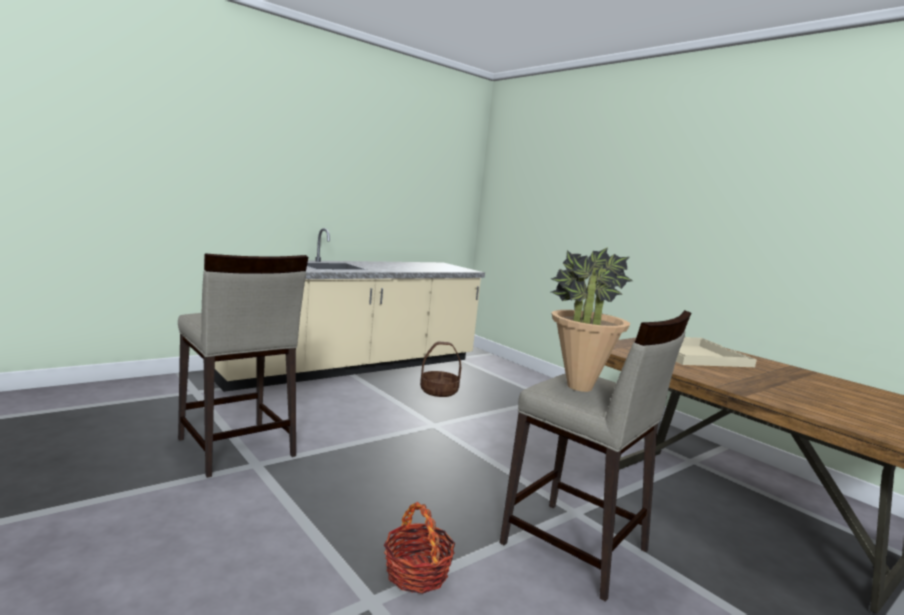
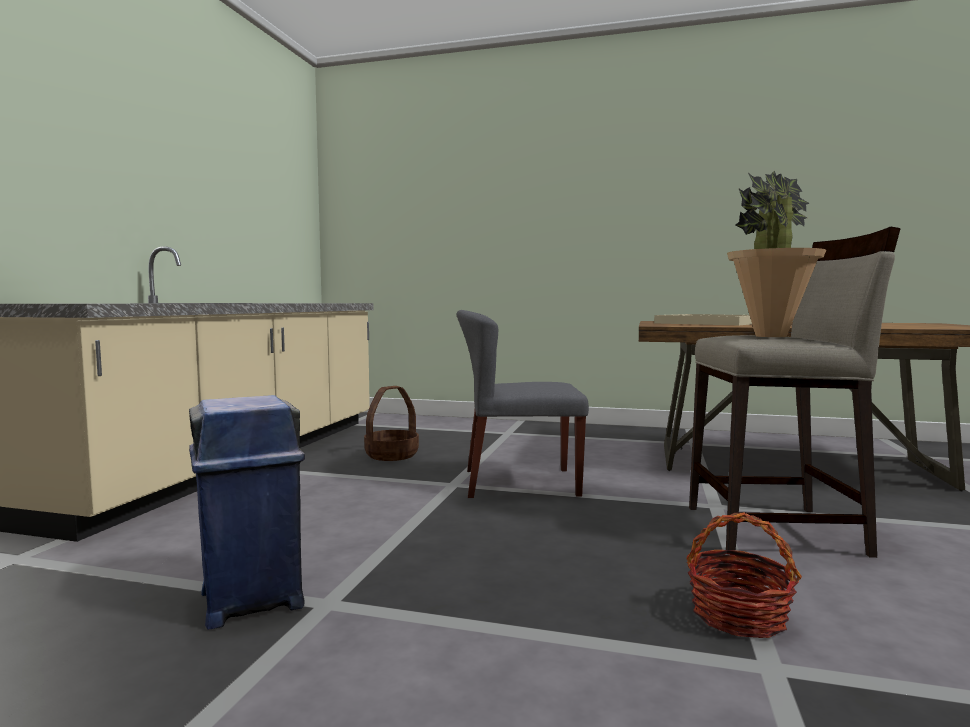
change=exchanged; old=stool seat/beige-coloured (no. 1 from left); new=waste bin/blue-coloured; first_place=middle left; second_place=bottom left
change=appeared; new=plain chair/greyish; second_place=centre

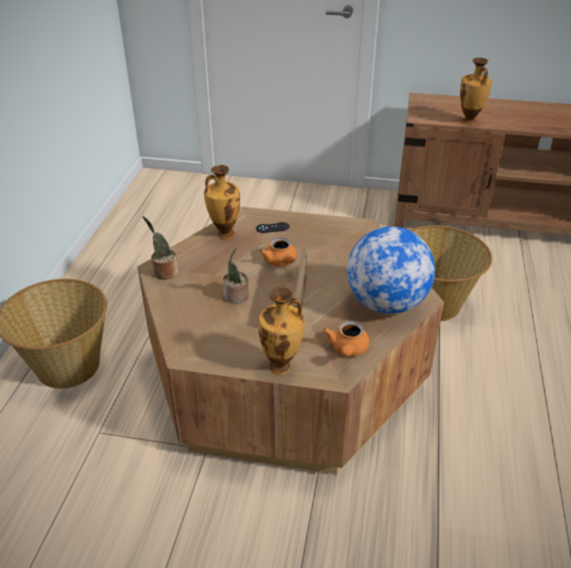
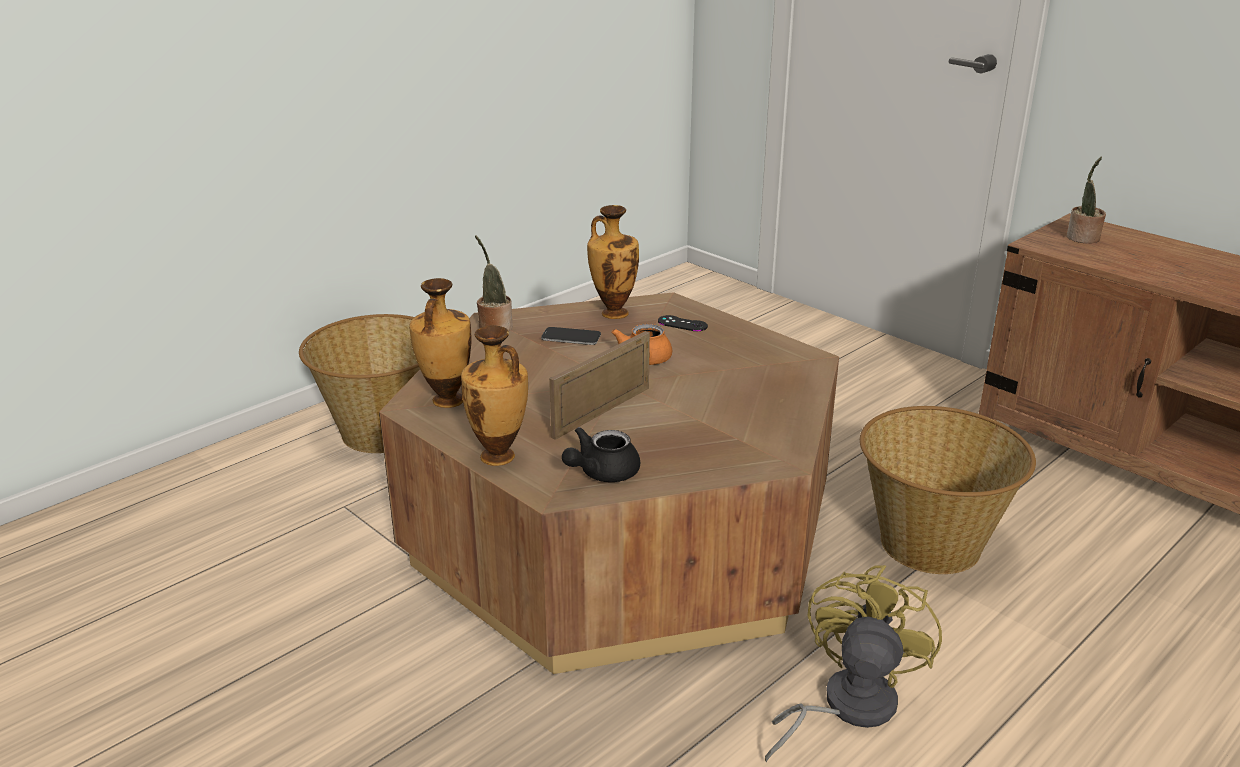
change=relocated; old=vase (no. 3 from left in the first image); new=vase (no. 1 from left); first_place=top right; second_place=centre
change=appeared; new=telephone; second_place=centre
change=colour; old=pot for tea/orangey (no. 2 from left); new=pot for tea/black-coloured; first_place=centre; second_place=centre
change=appeared; new=cooling fan/yellow; second_place=bottom right
change=relocated; old=plant in a pot (no. 2 from left); first_place=centre; second_place=top right
change=missing; old=desk globe; first_place=middle right

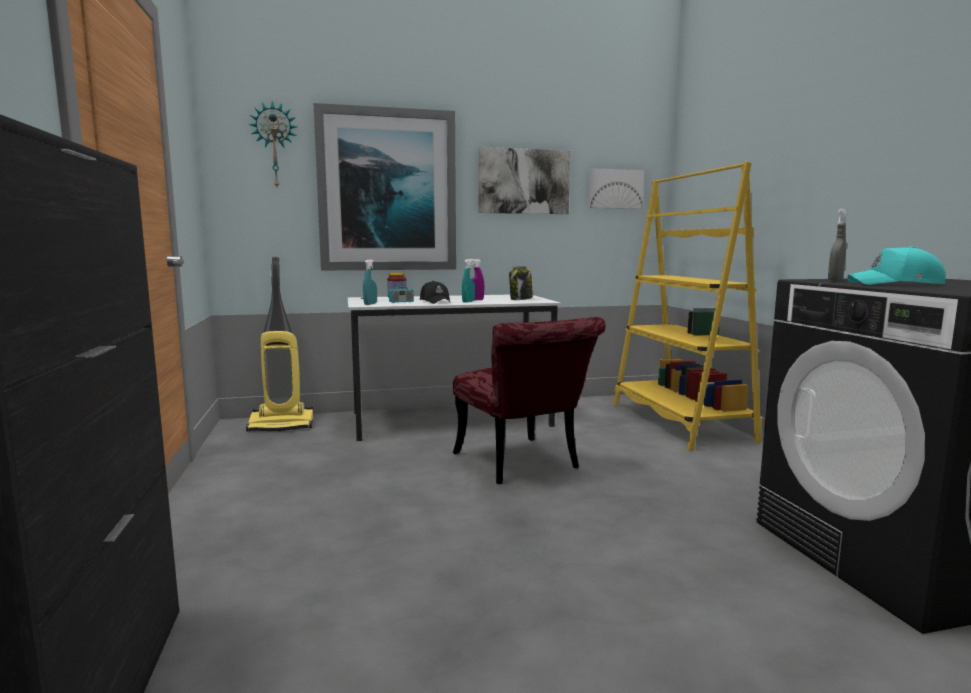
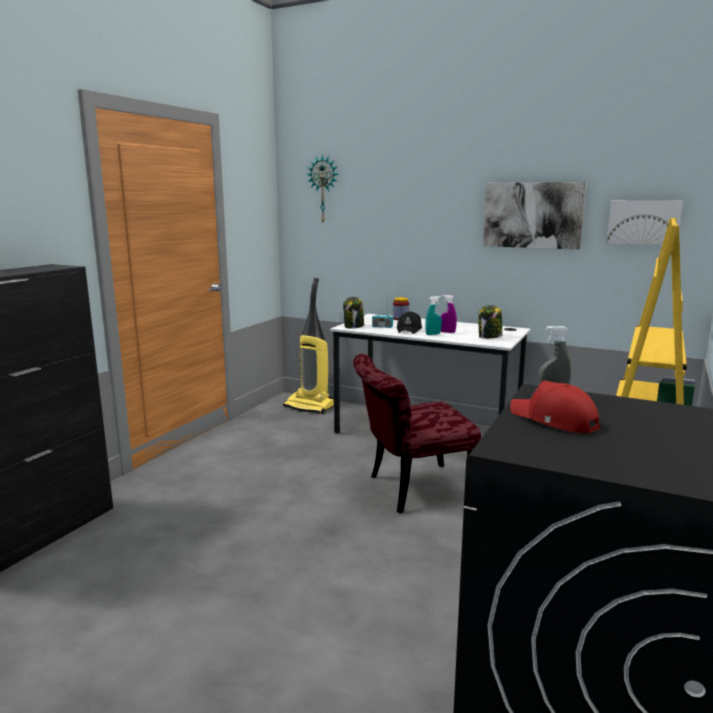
change=exchanged; old=spray bottle/turquoise-coloured (no. 1 from left); new=storage jar (no. 1 from left); first_place=centre; second_place=centre
change=spun; old=plain chair/red; first_place=centre; second_place=centre; degrees=60
change=colour; old=peaked cap/turquoise-coloured; new=peaked cap/red; first_place=middle right; second_place=middle right
change=missing; old=wall art (no. 1 from left); first_place=top centre

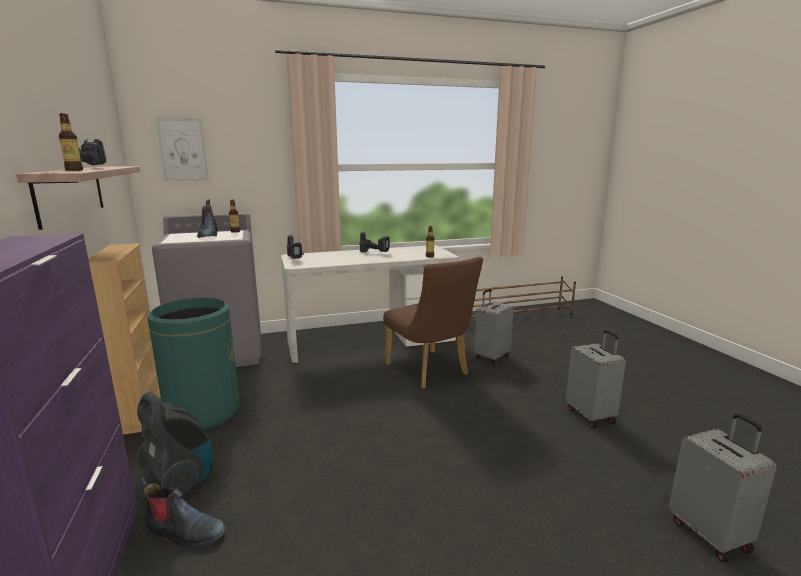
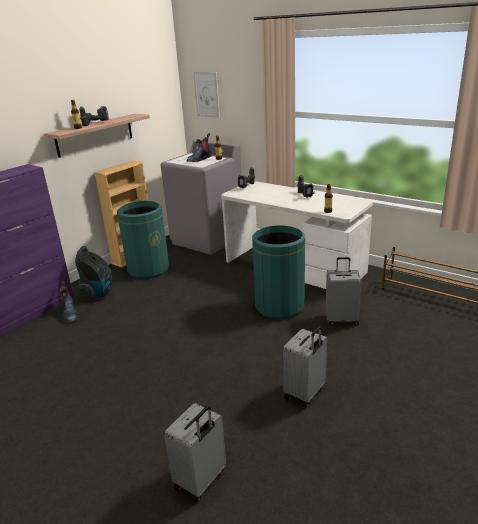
change=exchanged; old=plain chair/brown-coloured; new=waste bin/greenish (no. 2 from left); first_place=centre; second_place=centre

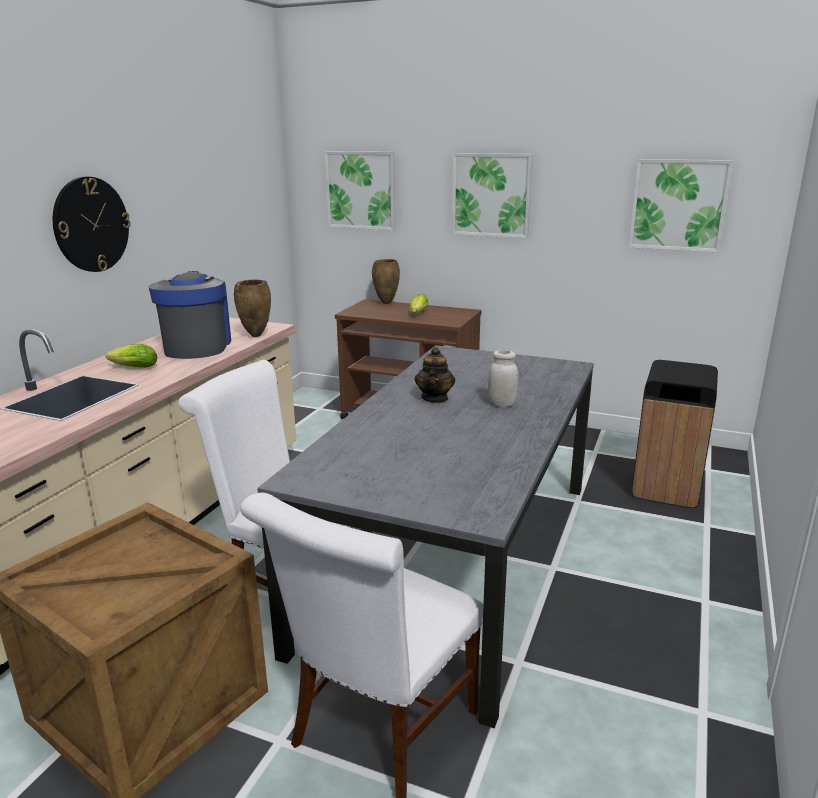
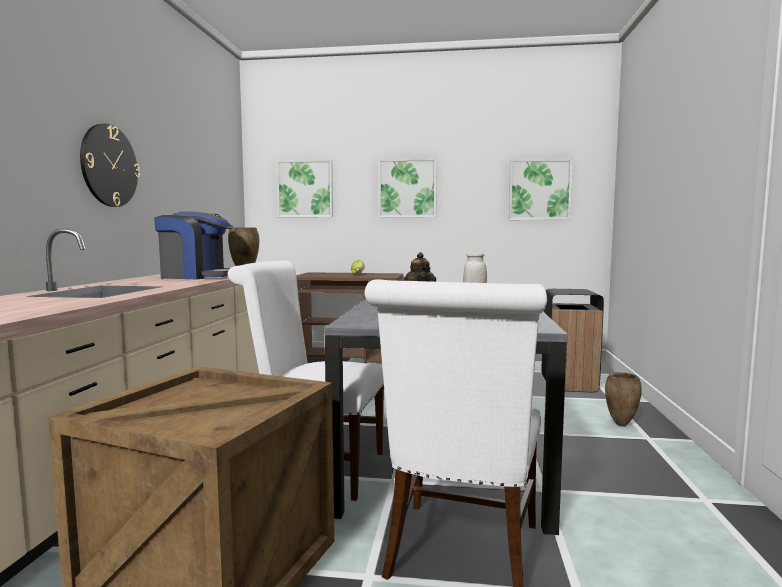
change=spun; old=coffee maker; first_place=middle left; second_place=middle left; degrees=120
change=relocated; old=vase/brown-coloured (no. 2 from left); first_place=centre; second_place=bottom right
change=missing; old=lettuce (no. 1 from left); first_place=middle left

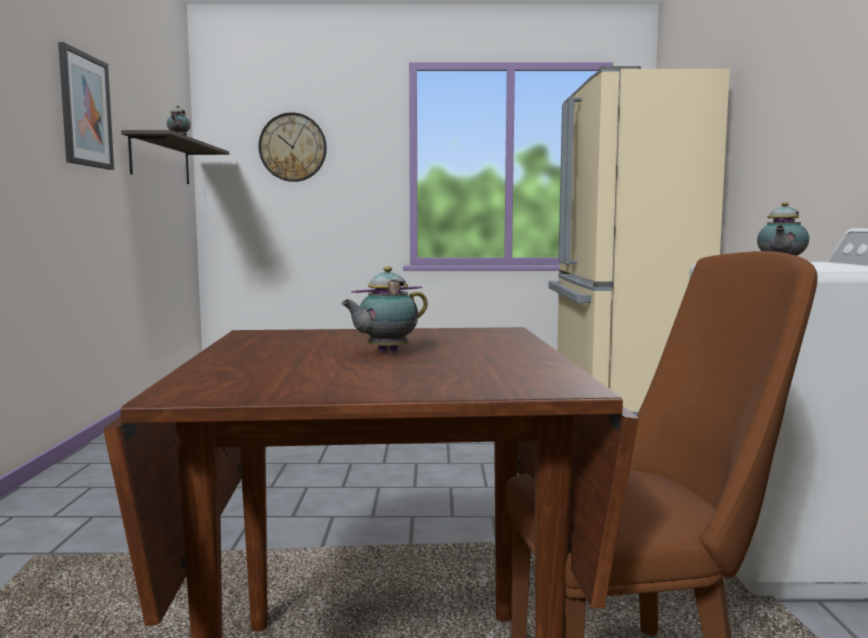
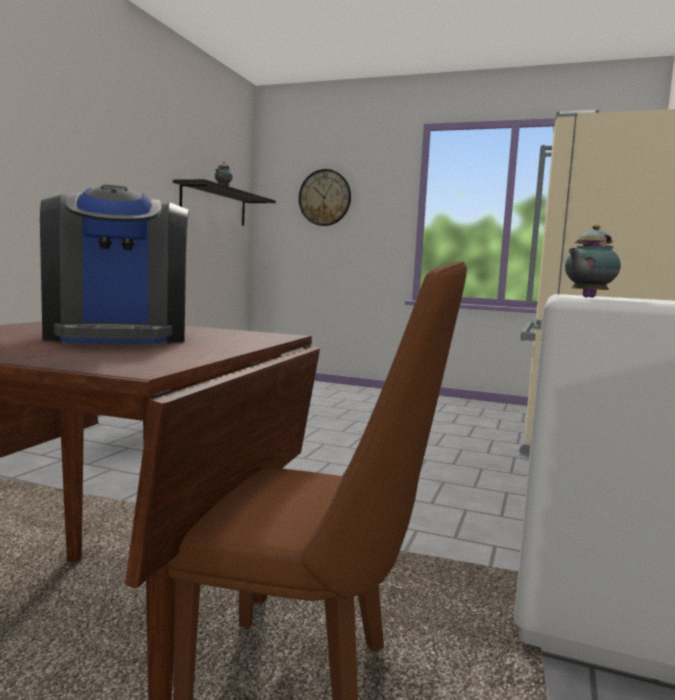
change=exchanged; old=pot for tea (no. 2 from left); new=coffee maker; first_place=centre; second_place=middle left
change=missing; old=wall art; first_place=top left

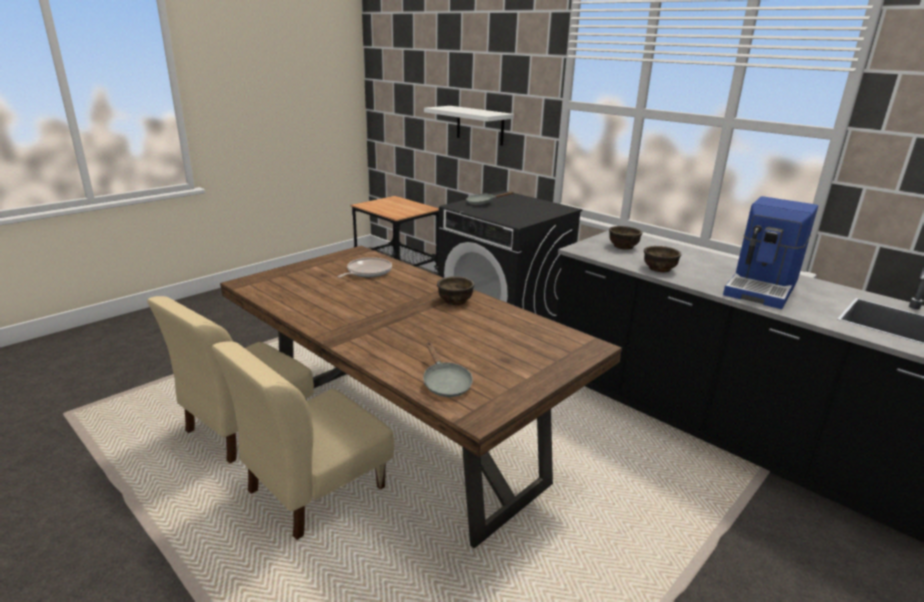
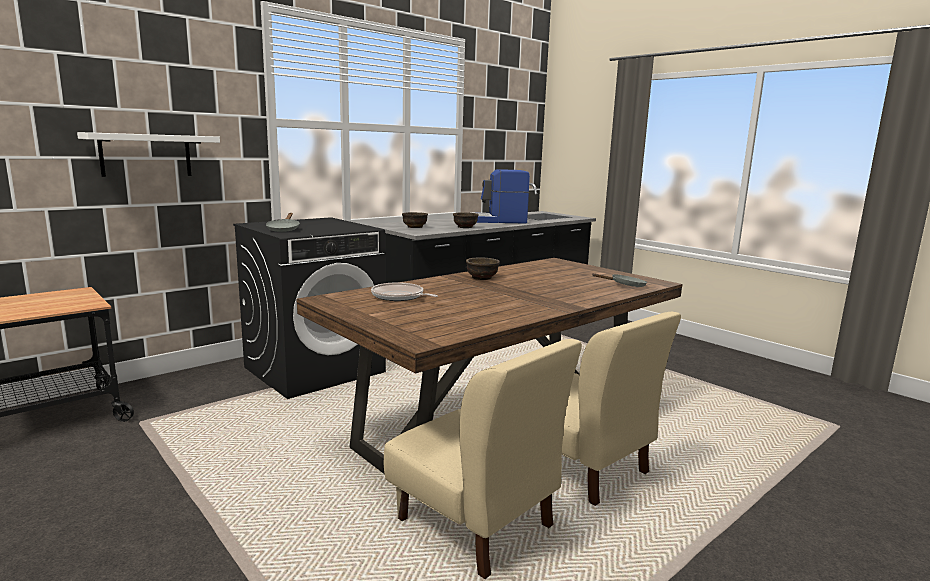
change=spun; old=coffee maker; first_place=middle right; second_place=centre; degrees=135

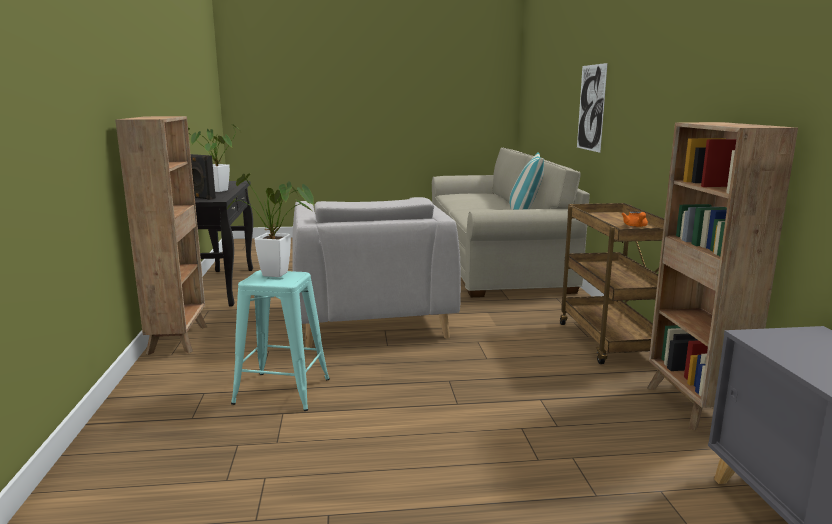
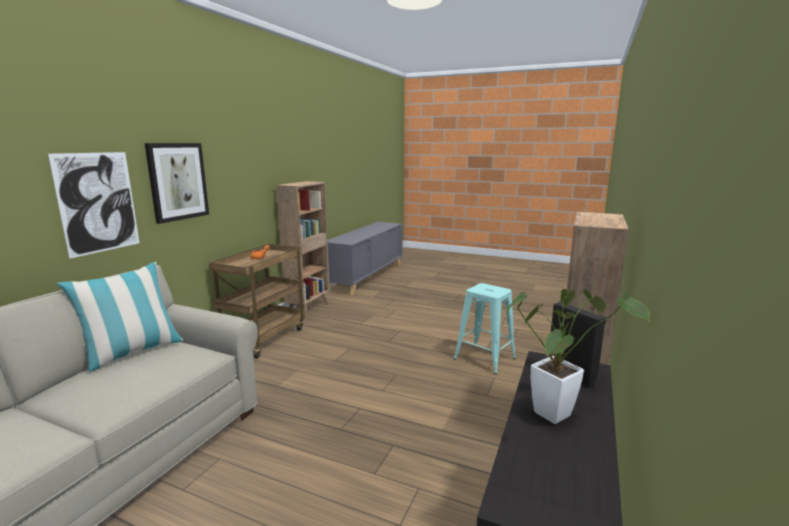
change=appeared; new=wall art (no. 2 from left); second_place=middle left
change=missing; old=plant in a pot (no. 2 from left); first_place=middle left
change=missing; old=armchair/greyish; first_place=centre

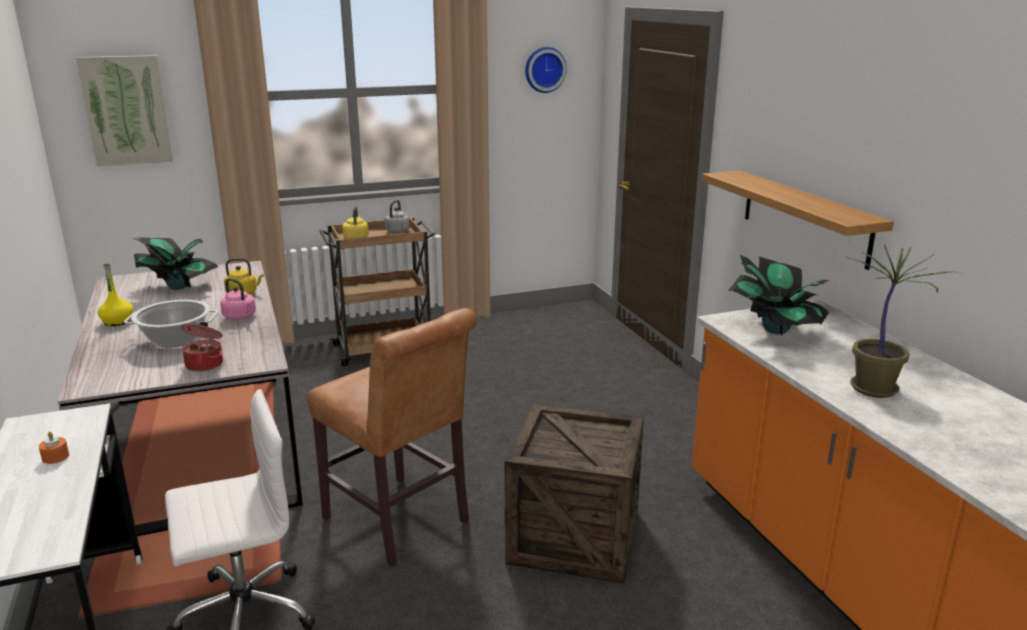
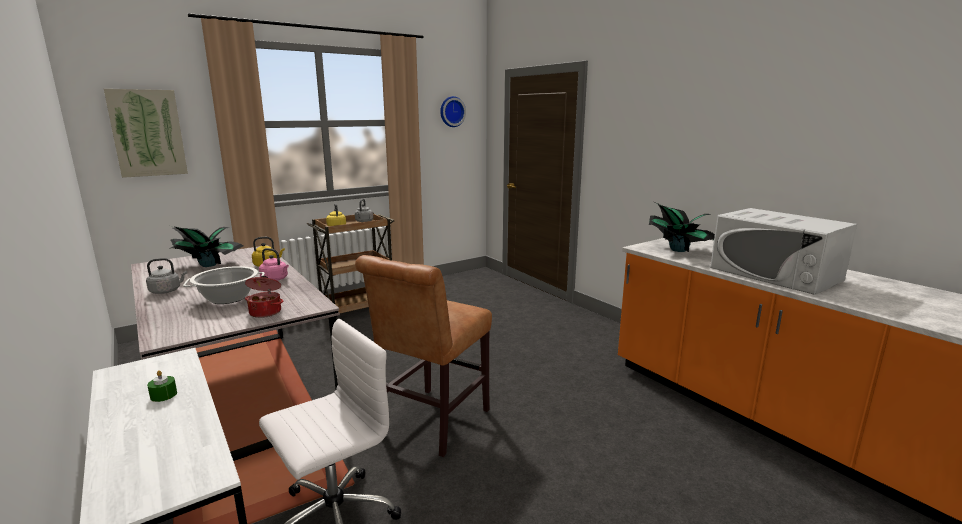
change=exchanged; old=bottle/yellow; new=water kettle/greyish (no. 1 from left); first_place=middle left; second_place=middle left
change=colour; old=wax candle/orangey; new=wax candle/greenish; first_place=bottom left; second_place=bottom left
change=spun; old=plain chair/brown-coloured; first_place=bottom centre; second_place=bottom centre; degrees=90
change=exchanged; old=plant in a pot (no. 3 from left); new=kitchen microwave/whitish; first_place=middle right; second_place=middle right
change=missing; old=packing crate; first_place=bottom centre
change=missing; old=wall shelf; first_place=middle right

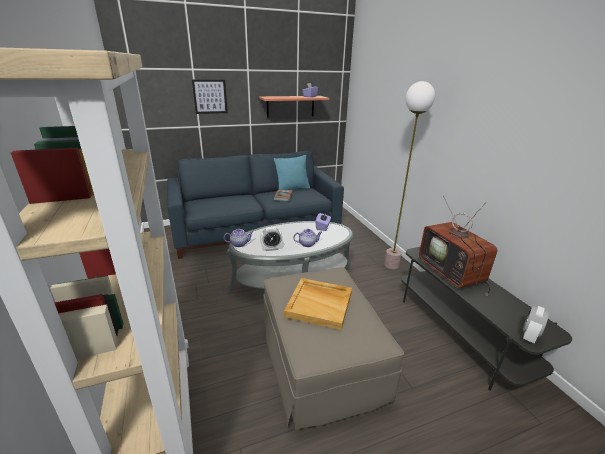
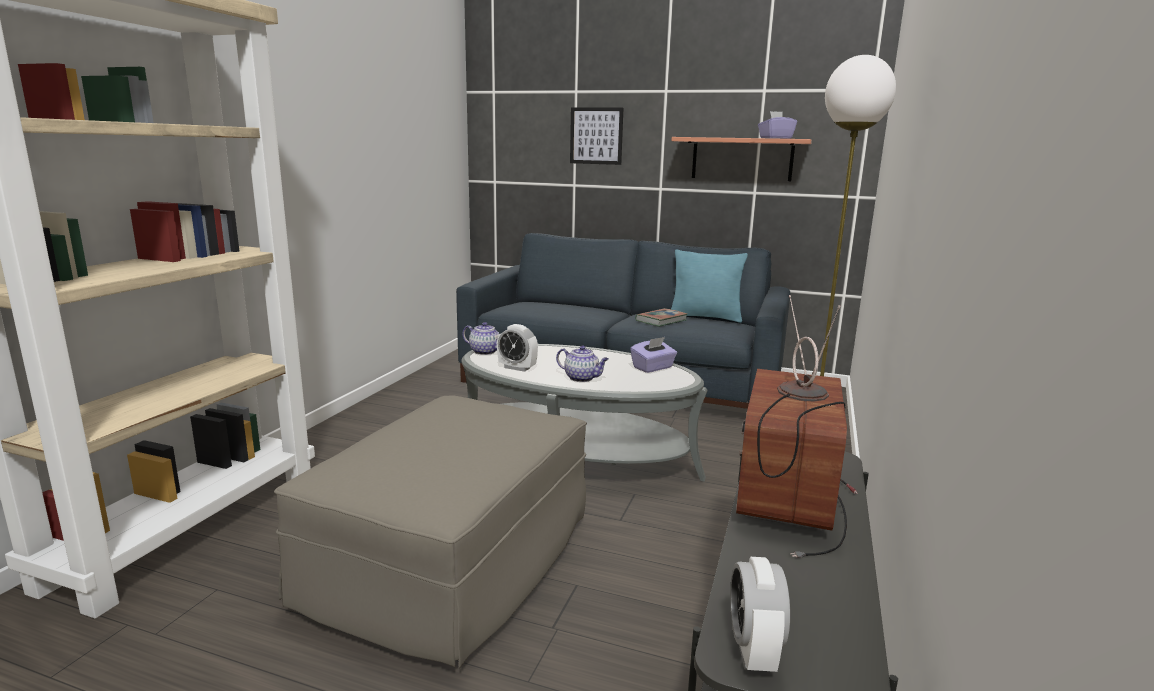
change=spun; old=table clock (no. 2 from left); first_place=bottom right; second_place=bottom centre; degrees=-75
change=missing; old=serving tray/beige-coloured; first_place=bottom centre

